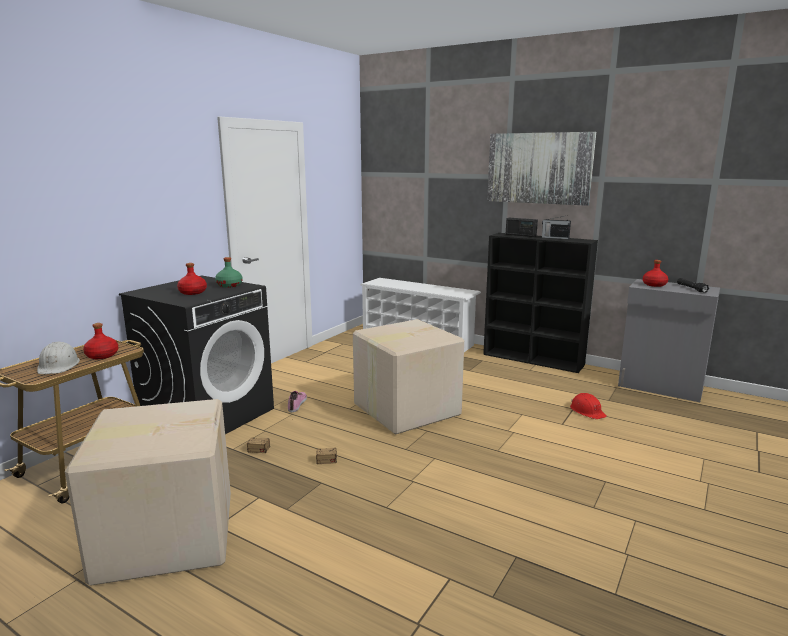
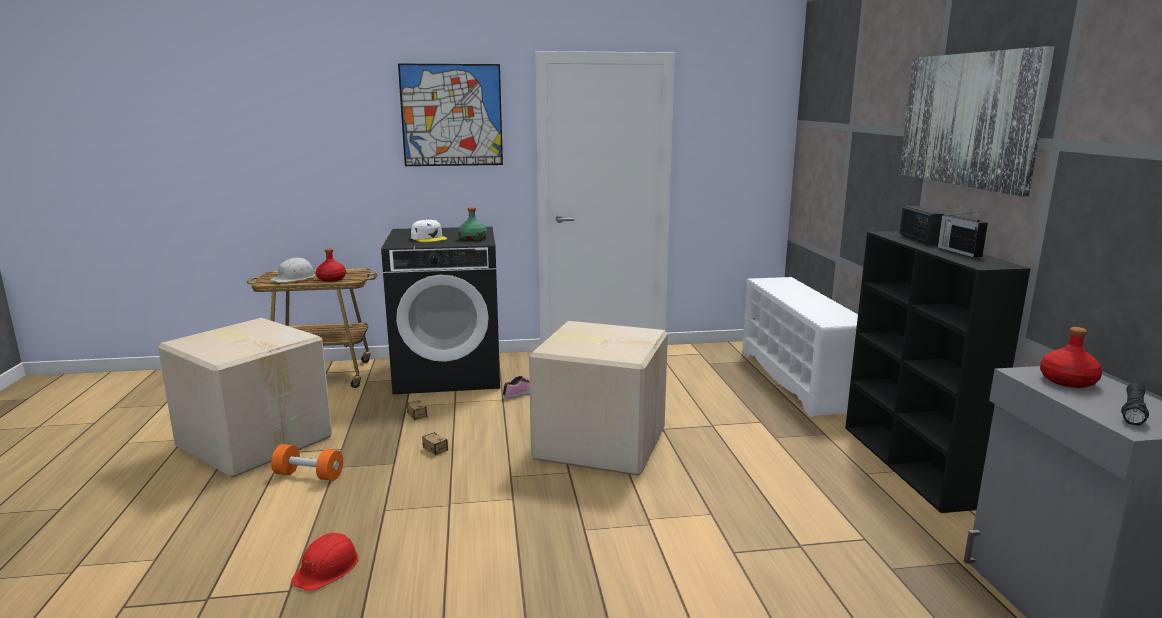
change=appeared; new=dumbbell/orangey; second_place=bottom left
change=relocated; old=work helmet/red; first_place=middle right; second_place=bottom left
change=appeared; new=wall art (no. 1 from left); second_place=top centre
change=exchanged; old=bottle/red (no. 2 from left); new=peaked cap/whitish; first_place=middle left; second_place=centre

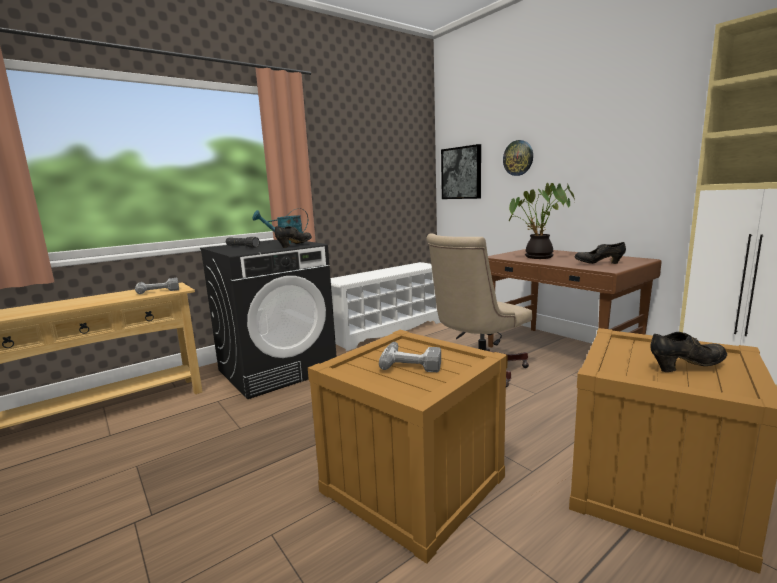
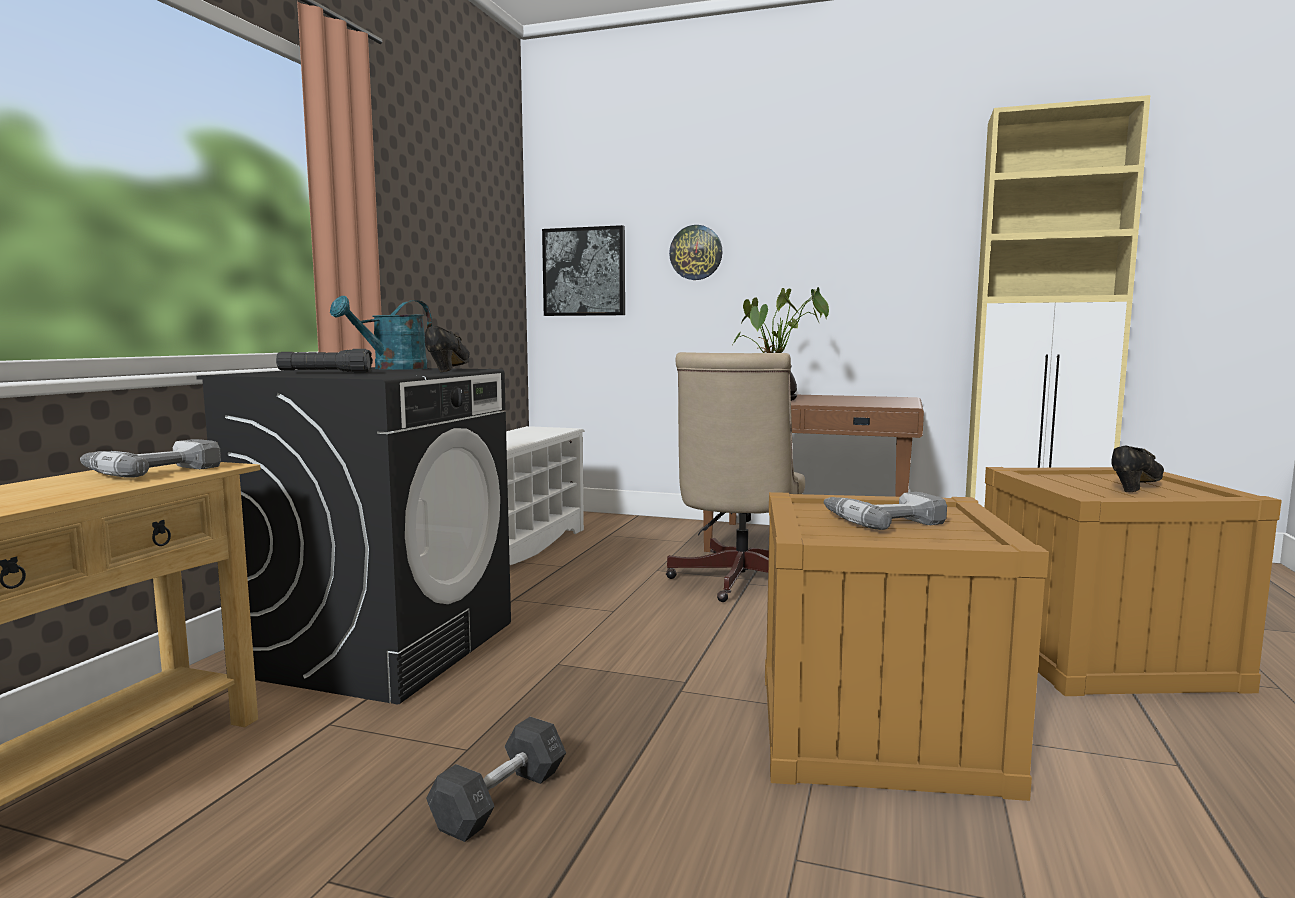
change=appeared; new=dumbbell/greyish; second_place=bottom centre
change=missing; old=low shoe/black-coloured (no. 2 from left); first_place=middle right

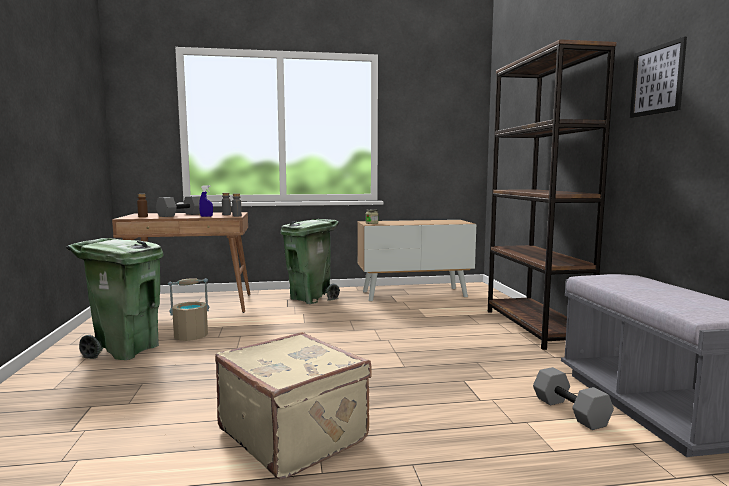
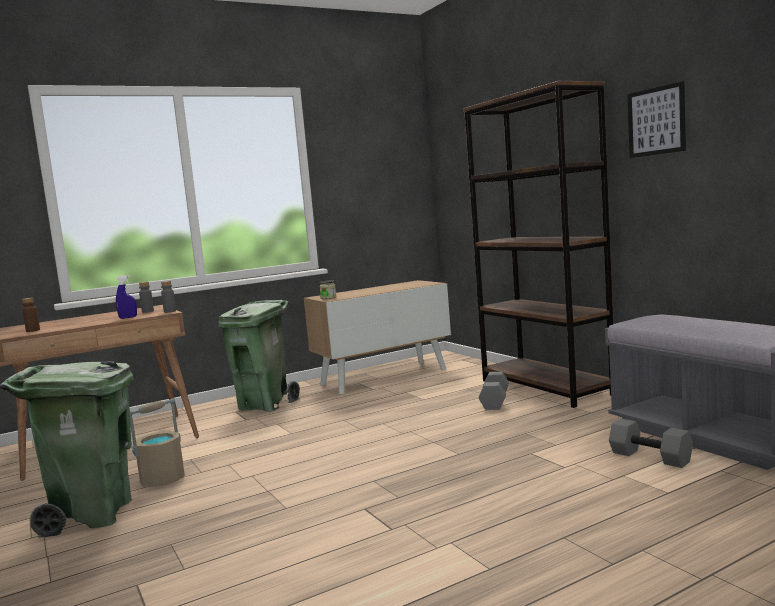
change=relocated; old=dumbbell/greyish (no. 1 from left); first_place=middle left; second_place=centre
change=missing; old=suitcase/beige-coloured; first_place=bottom centre

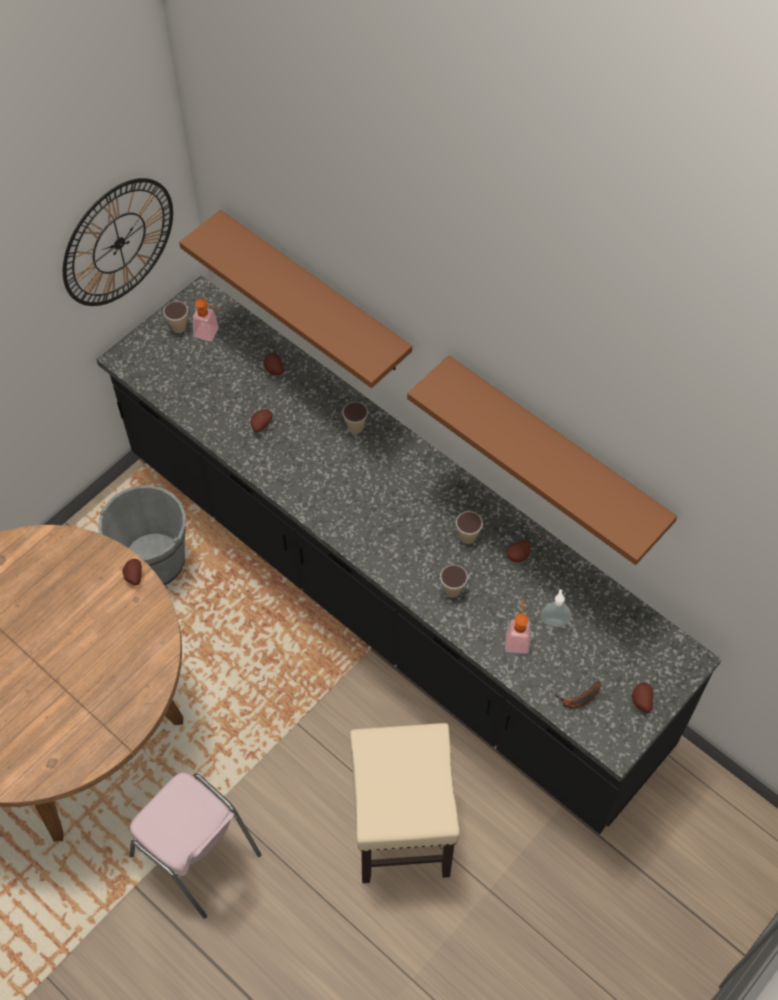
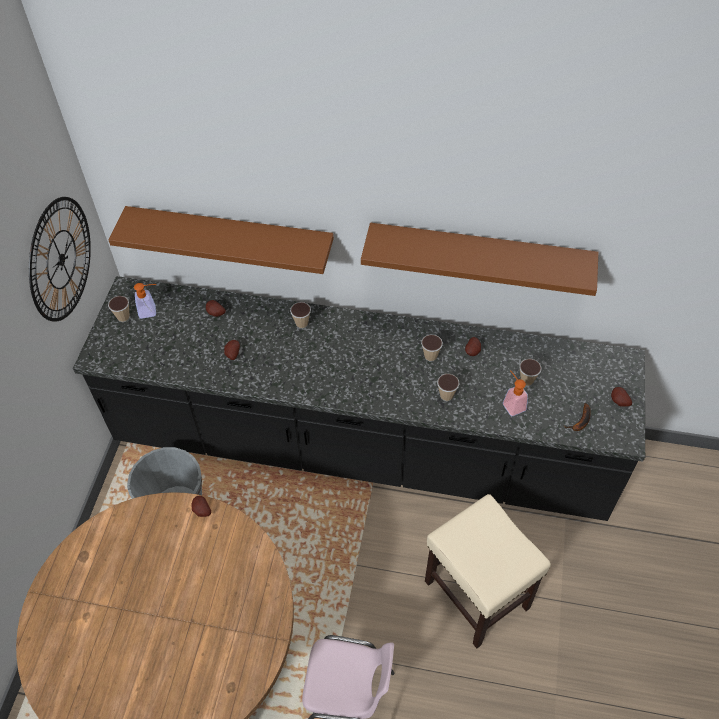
change=exchanged; old=liquid soap bottle (no. 3 from left); new=drinking cup (no. 5 from left); first_place=middle right; second_place=middle right

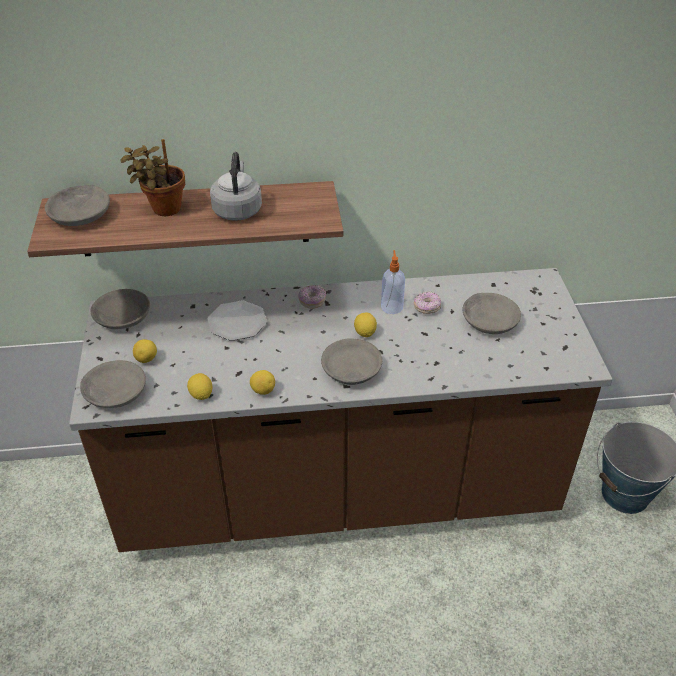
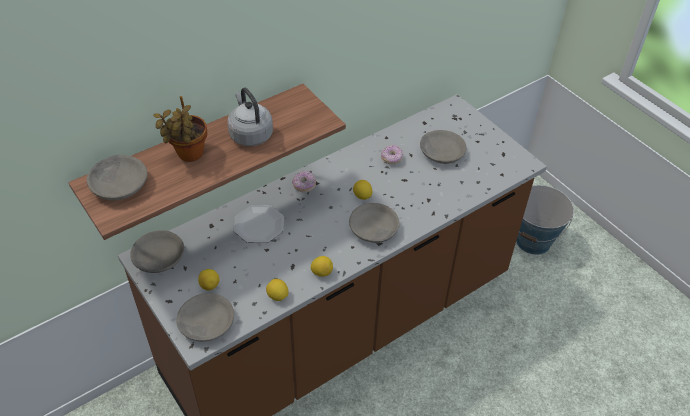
change=missing; old=liquid soap bottle; first_place=centre

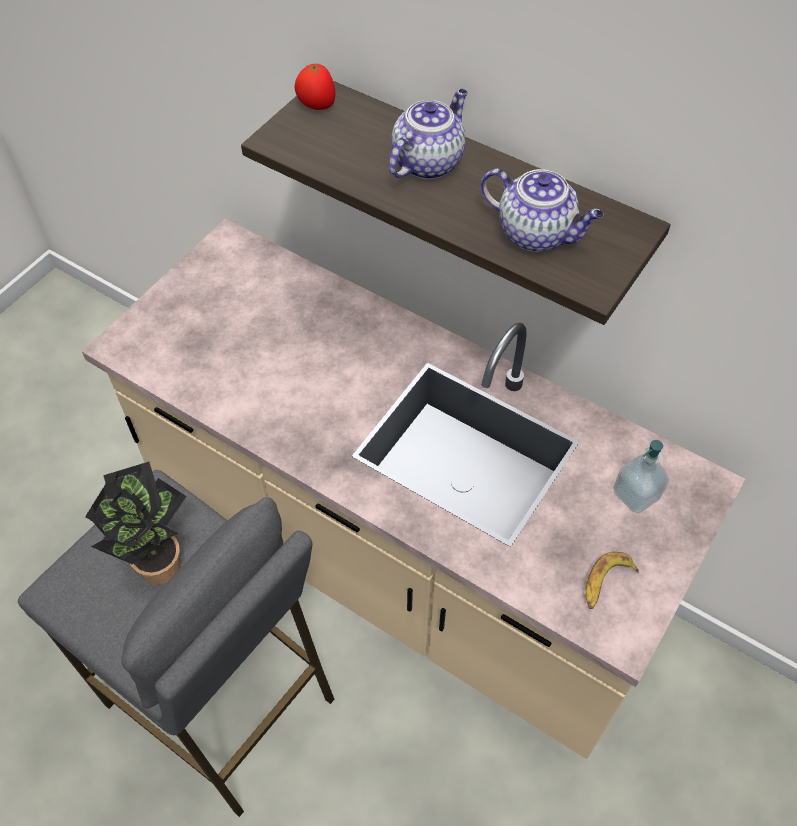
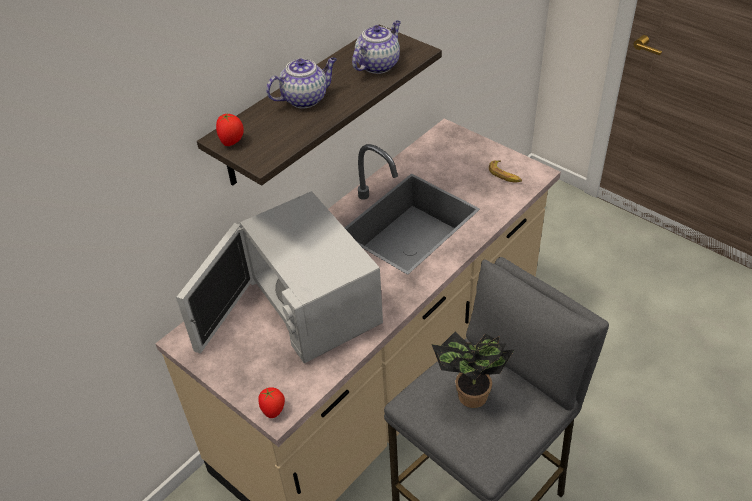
change=appeared; new=kitchen microwave/whitish; second_place=centre
change=appeared; new=fresh tomato (no. 2 from left); second_place=bottom centre
change=spun; old=pot for tea (no. 1 from left); first_place=top centre; second_place=top centre; degrees=105
change=missing; old=liquid soap bottle; first_place=middle right

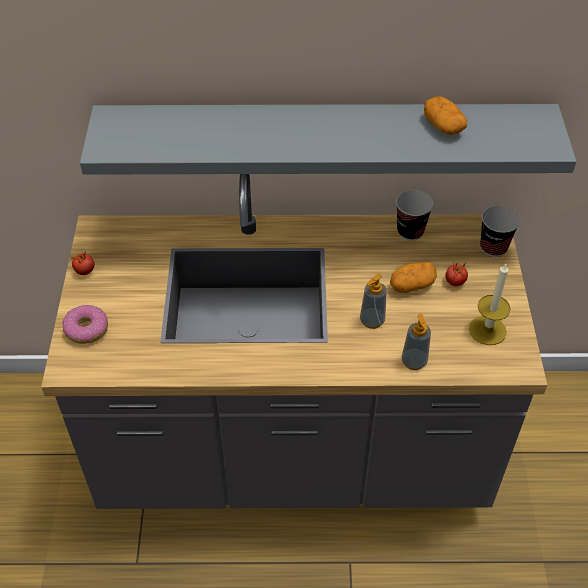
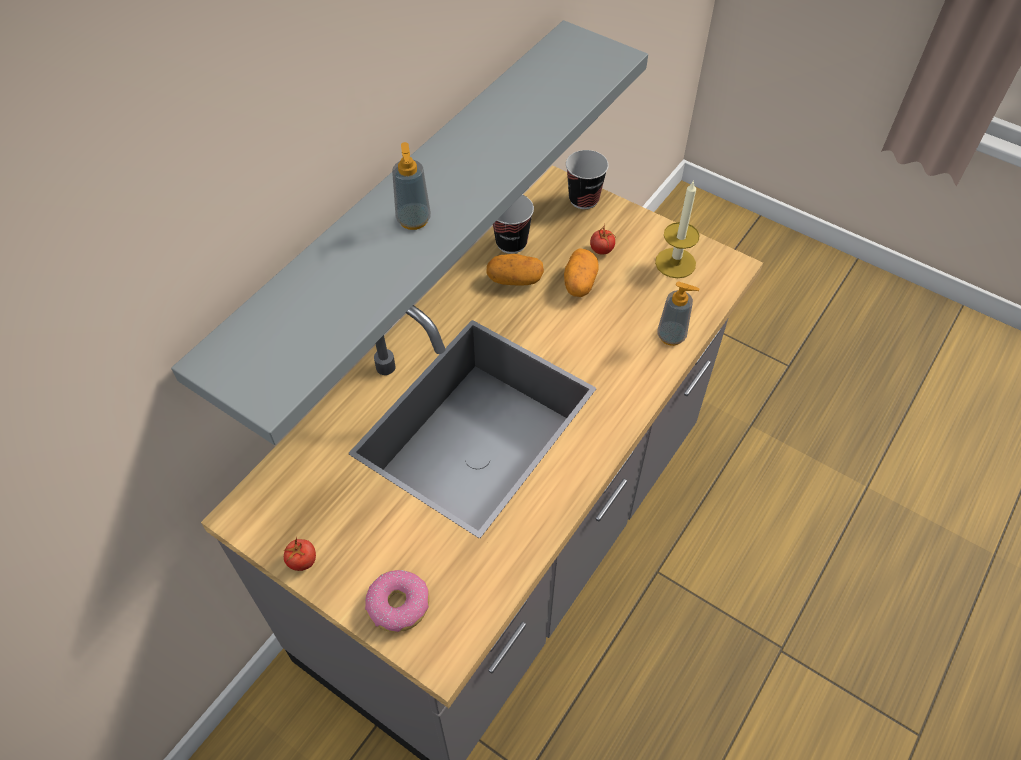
change=relocated; old=liquid soap bottle (no. 1 from left); first_place=centre; second_place=top centre
change=relocated; old=whole potato (no. 2 from left in the first image); new=whole potato (no. 1 from left); first_place=top right; second_place=centre

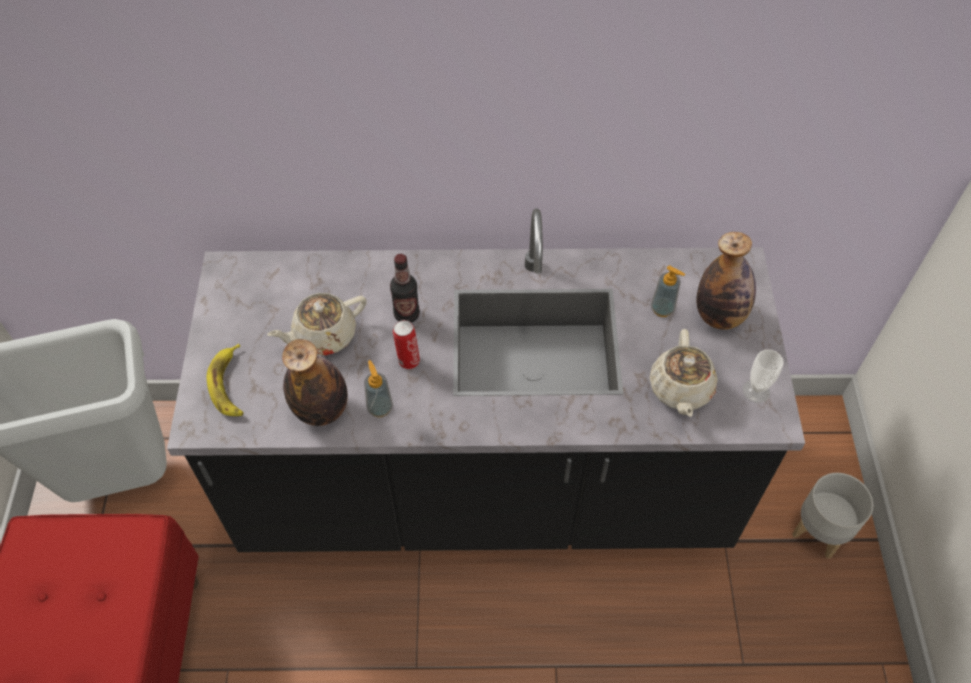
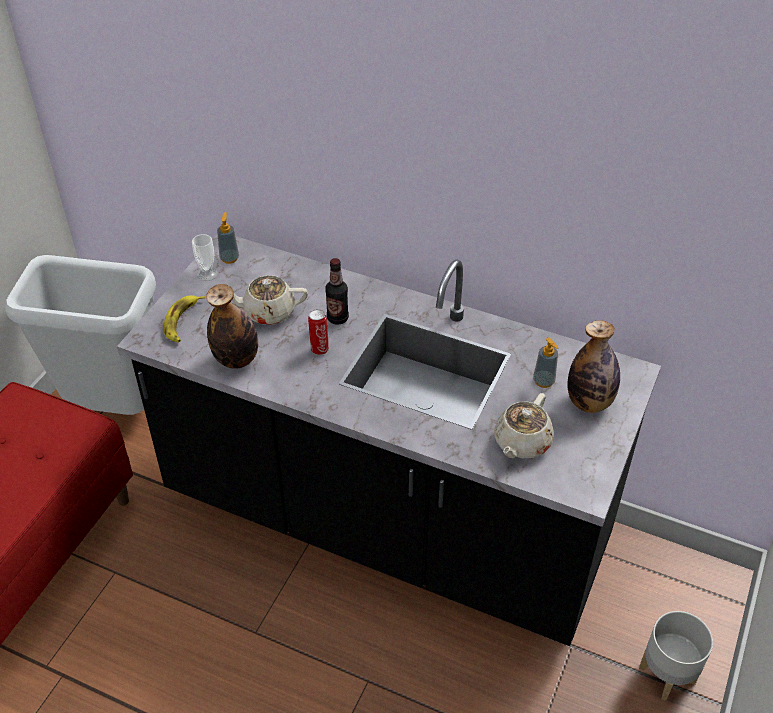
change=relocated; old=drinking cup; first_place=middle right; second_place=middle left
change=relocated; old=liquid soap bottle (no. 1 from left); first_place=centre; second_place=middle left

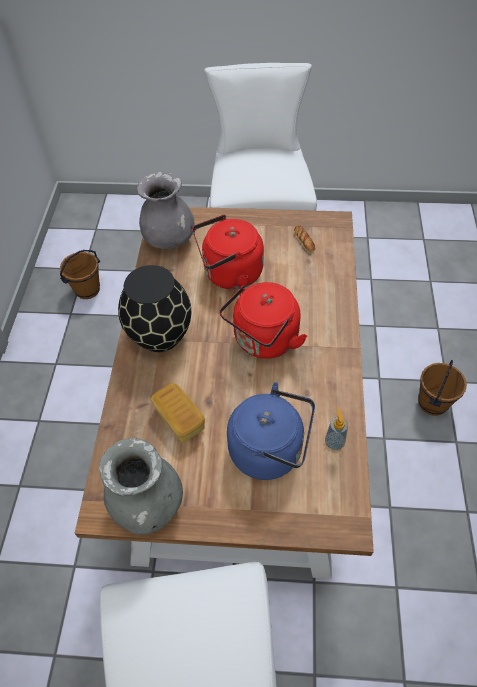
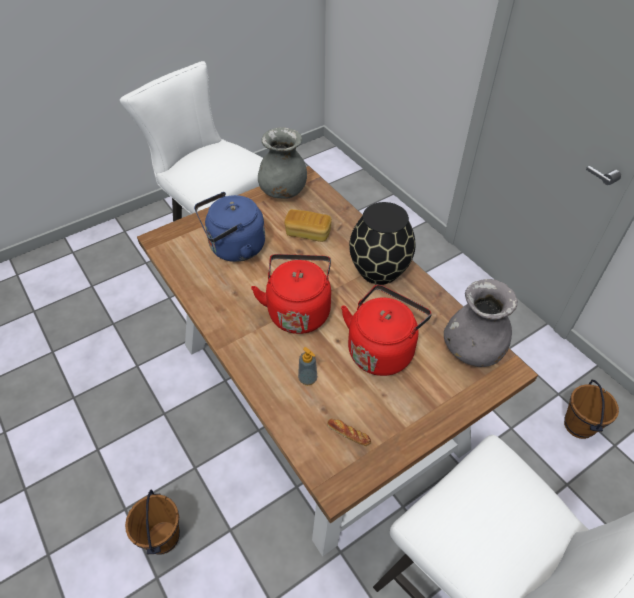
change=relocated; old=liquid soap bottle; first_place=middle right; second_place=centre

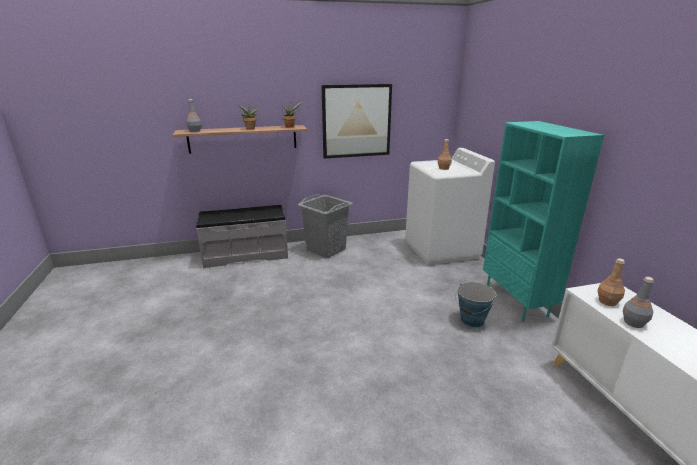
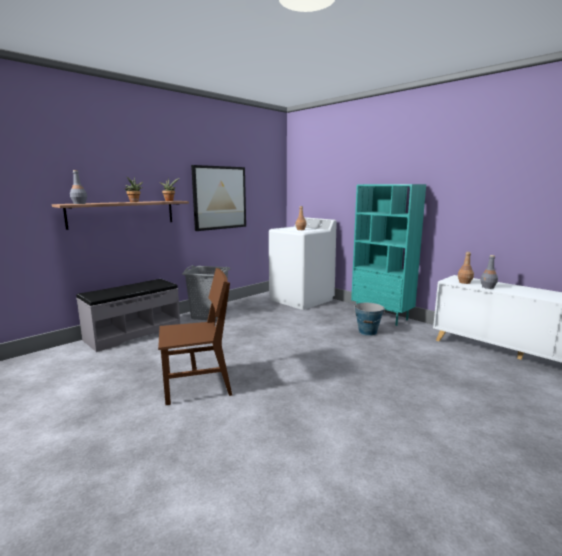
change=appeared; new=plain chair/brown-coloured; second_place=centre

